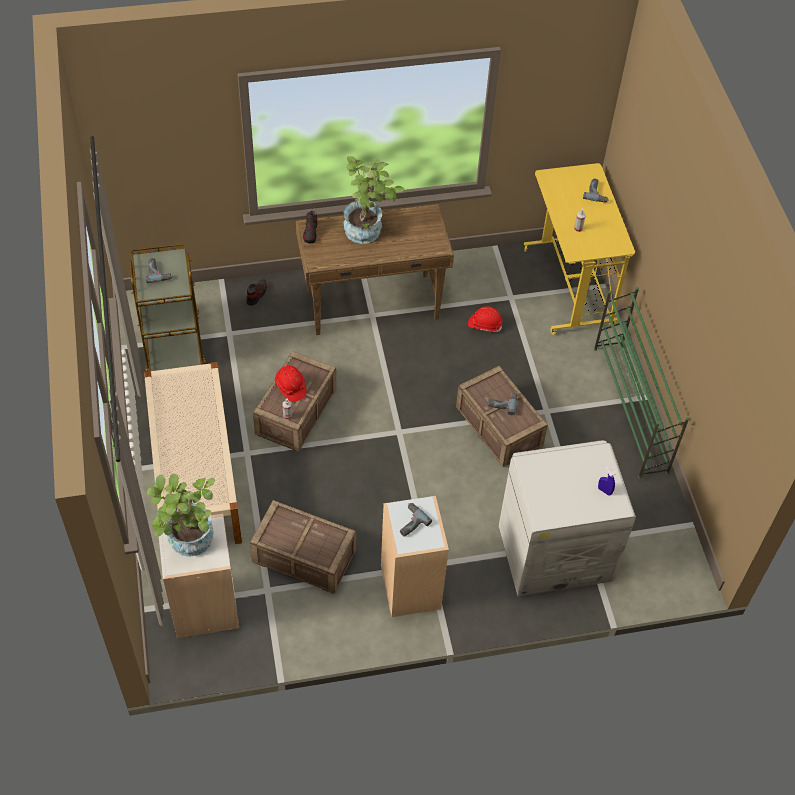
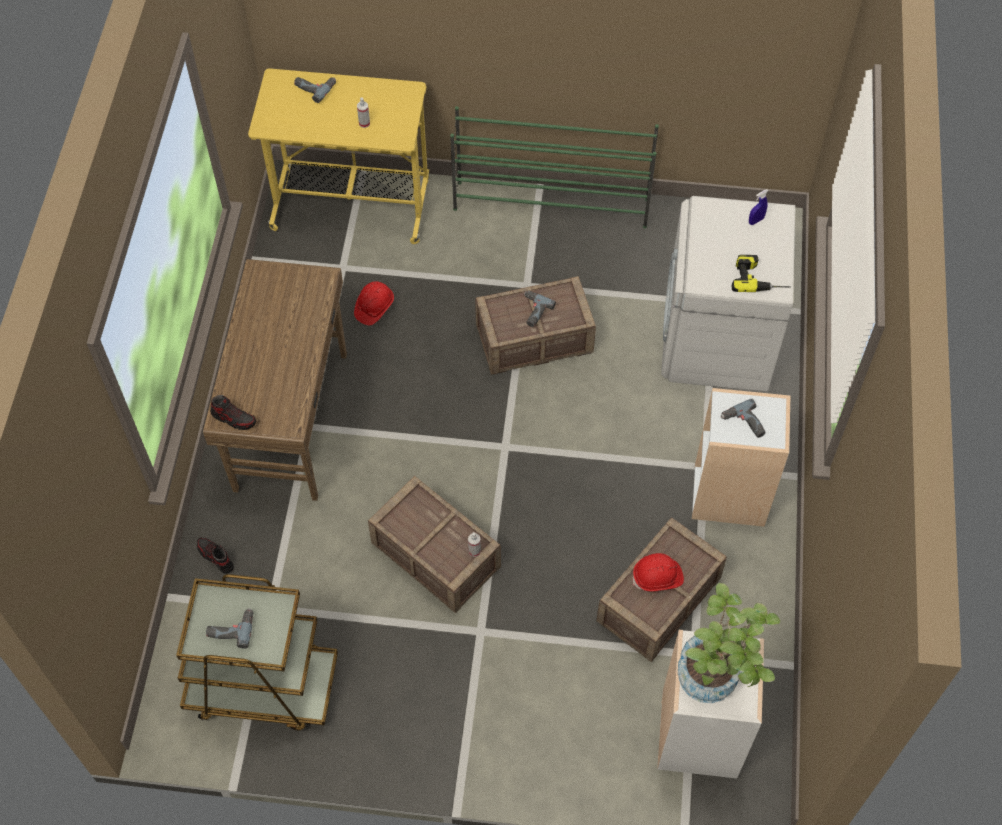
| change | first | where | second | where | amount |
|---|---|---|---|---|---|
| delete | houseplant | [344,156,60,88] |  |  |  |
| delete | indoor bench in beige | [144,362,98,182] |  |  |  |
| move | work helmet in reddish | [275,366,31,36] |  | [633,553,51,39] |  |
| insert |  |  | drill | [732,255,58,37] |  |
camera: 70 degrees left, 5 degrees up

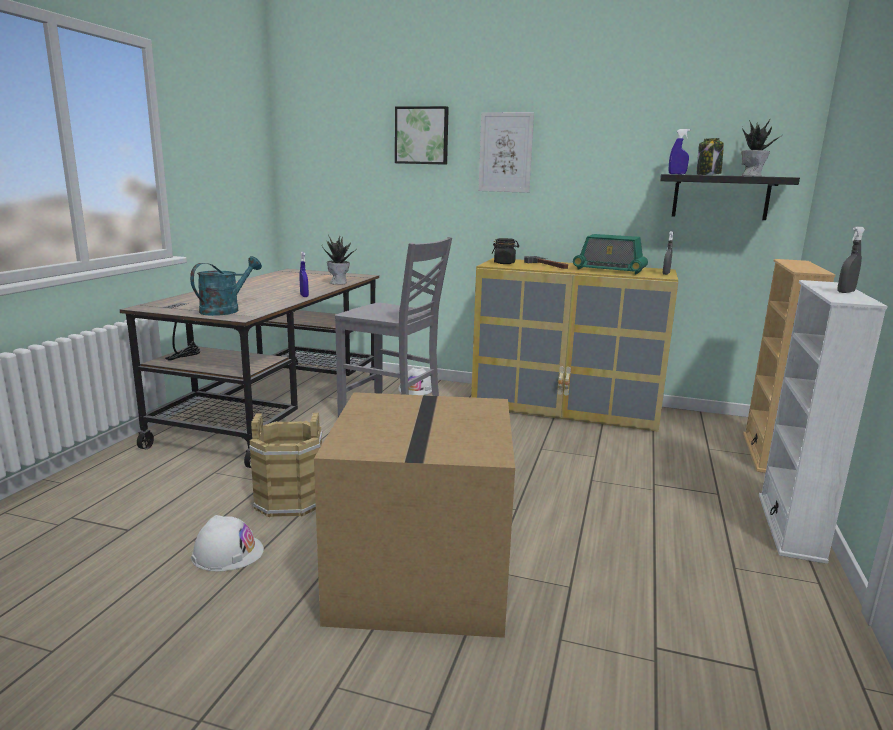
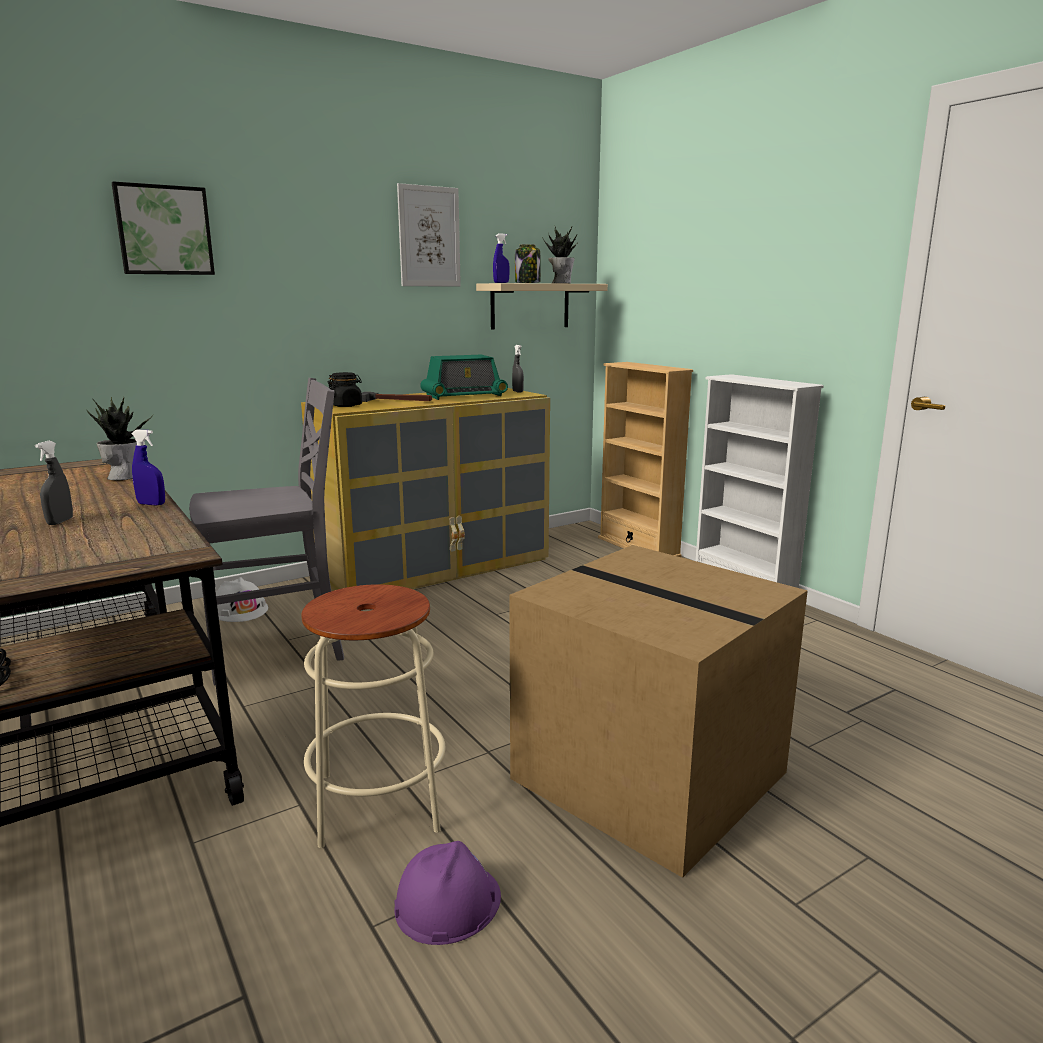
| change | first | where | second | where | amount |
|---|---|---|---|---|---|
| move | wall art | [478,112,56,81] |  | [397,183,64,103] |  |
| recolor | wall shelf in black | [660,174,140,46] | wall shelf in beige | [476,283,132,47] |  |
| move | sprayer in gray | [837,226,28,67] |  | [35,441,38,84] |  |
| delete | watering pot in turquoise | [190,256,72,60] |  |  |  |
| replace | bucket in brownish | [249,413,74,104] | sitting stool in beige | [301,584,144,264] |  |
| recolor | work helmet in white-coloured | [191,515,73,56] | work helmet in purplish | [394,841,107,104] |  |
camera: 50 degrees left, 0 degrees up

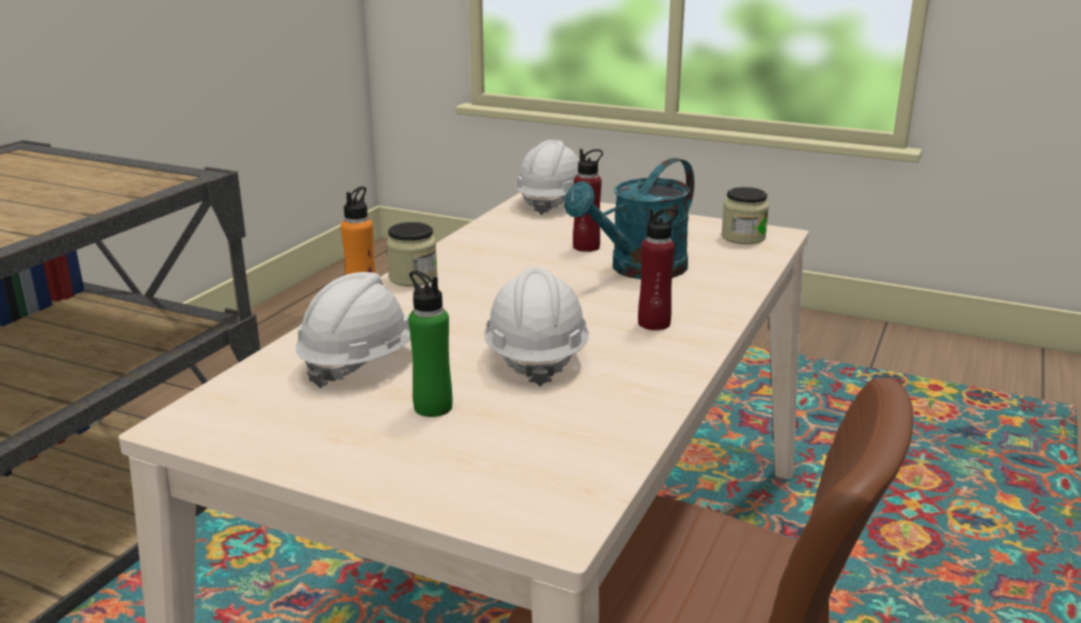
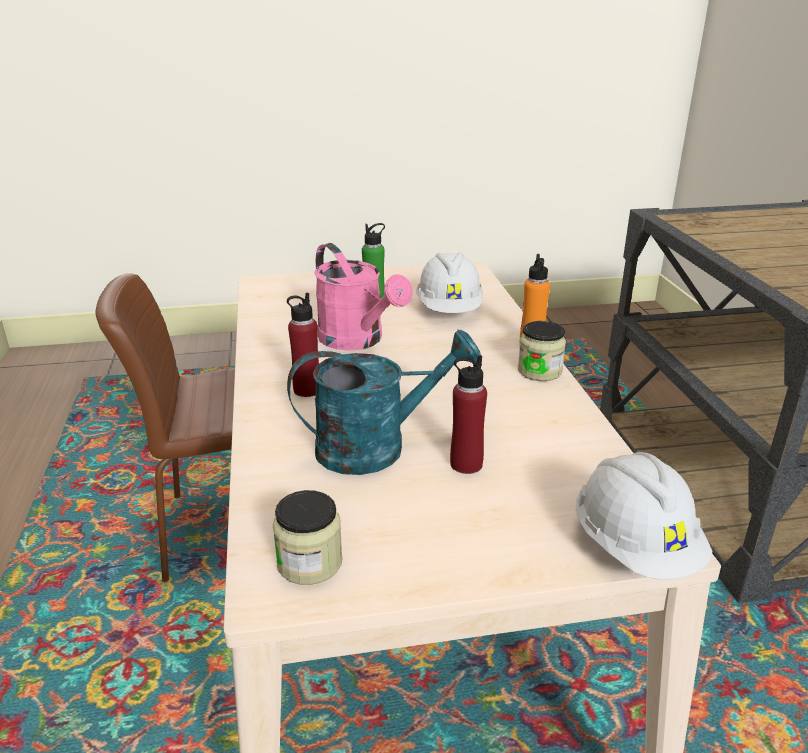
| change | first | where | second | where | amount |
|---|---|---|---|---|---|
| rotate | watering pot in turquoise | [564,158,130,121] |  | [287,330,194,145] | 60 degrees clockwise |
| replace | work helmet in white-coloured | [484,267,105,119] | watering pot in pink-coloured | [314,243,99,108] |  |
camera: 145 degrees right, 5 degrees up

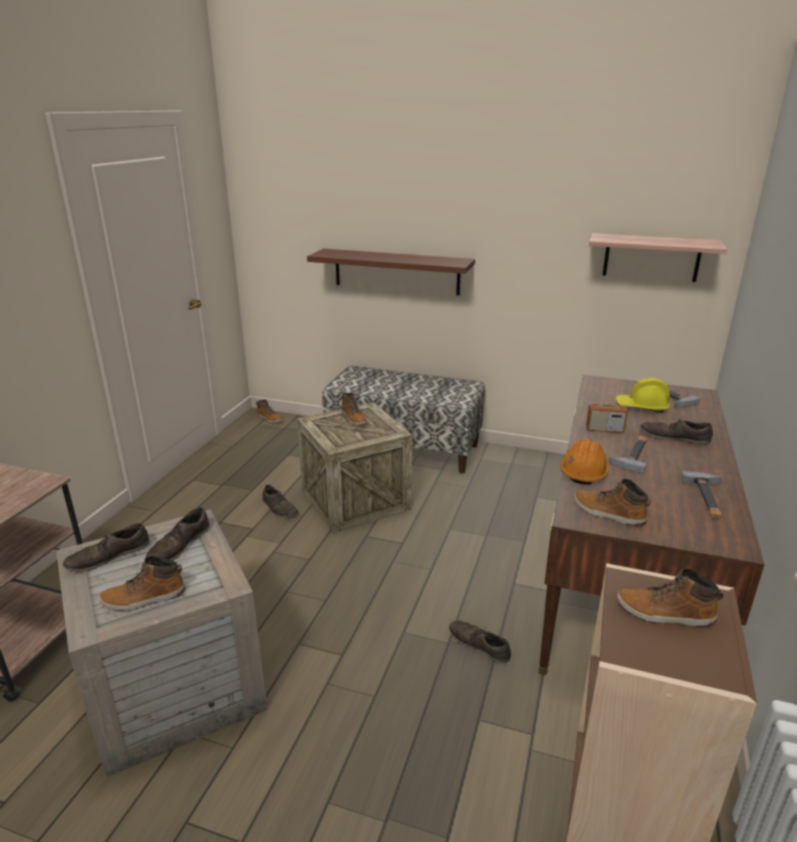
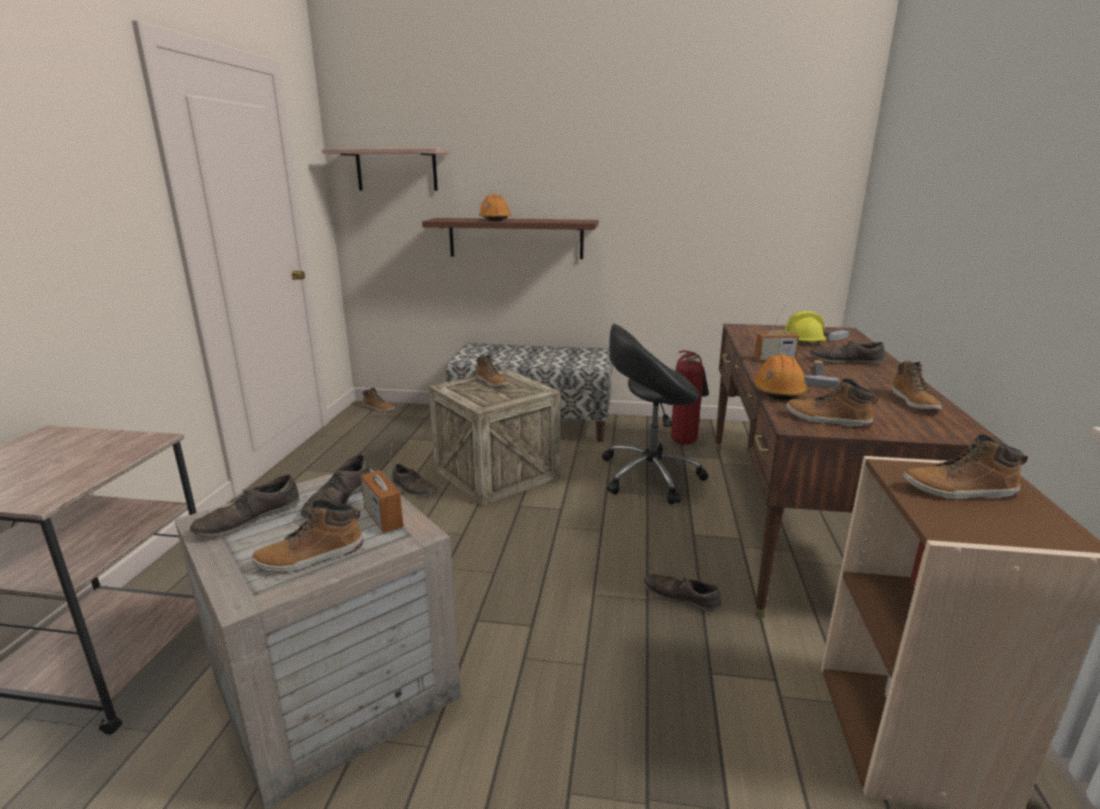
| change | first | where | second | where | amount |
|---|---|---|---|---|---|
| move | wall shelf | [589,233,138,49] |  | [322,148,127,43] |  |
| replace | tool hammer | [681,471,41,48] | tall boot | [891,361,51,49] |  |
| insert |  |  | work helmet in orange-coloured | [478,194,33,27] |  |
| insert |  |  | computer chair in black | [602,324,106,180] |  |
| insert |  |  | fire-fighting cylinder | [671,350,38,95] |  |
| insert |  |  | radio set | [360,443,43,90] |  |
camera: 10 degrees left, 5 degrees down

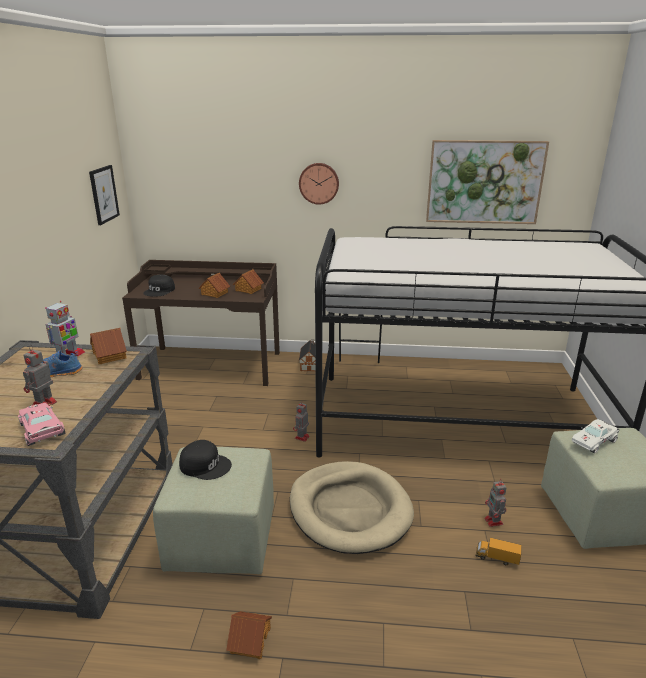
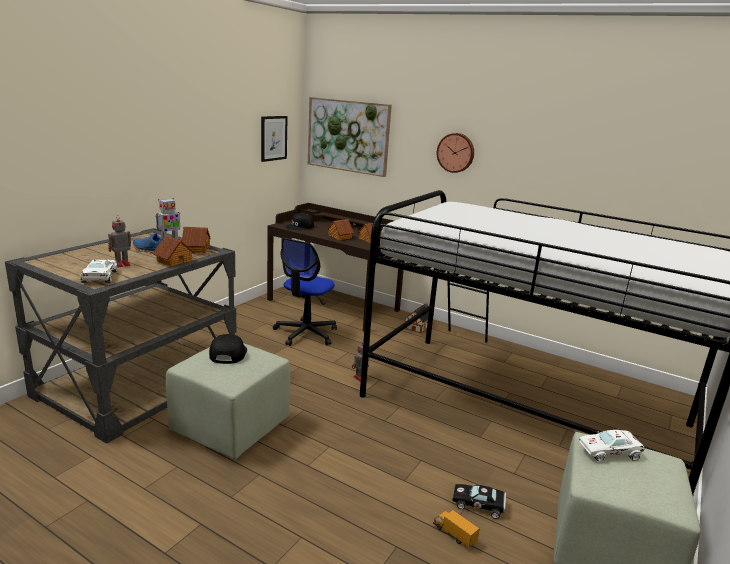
| change | first | where | second | where | amount |
|---|---|---|---|---|---|
| move | wall art | [426,140,123,84] |  | [308,97,84,80] |  |
| recolor | miniature car in pink-coloured | [18,403,48,43] | miniature car in white-coloured | [81,259,37,24] |  |
| rotate | baseball cap in black | [179,440,53,40] |  | [209,334,38,30] | 135 degrees counterclockwise |
| delete | dog cushion in beige | [290,461,124,93] |  |  |  |
| replace | model robot | [484,480,23,47] | miniature car in black | [453,484,53,35] |  |
| move | model house | [226,611,46,48] |  | [152,235,43,32] |  |
| insert |  |  | computer chair | [273,238,64,108] |  |
camera: 25 degrees right, 5 degrees down

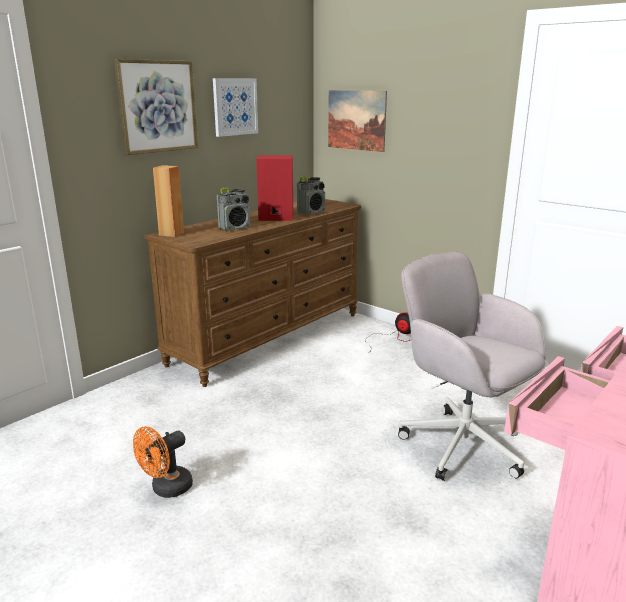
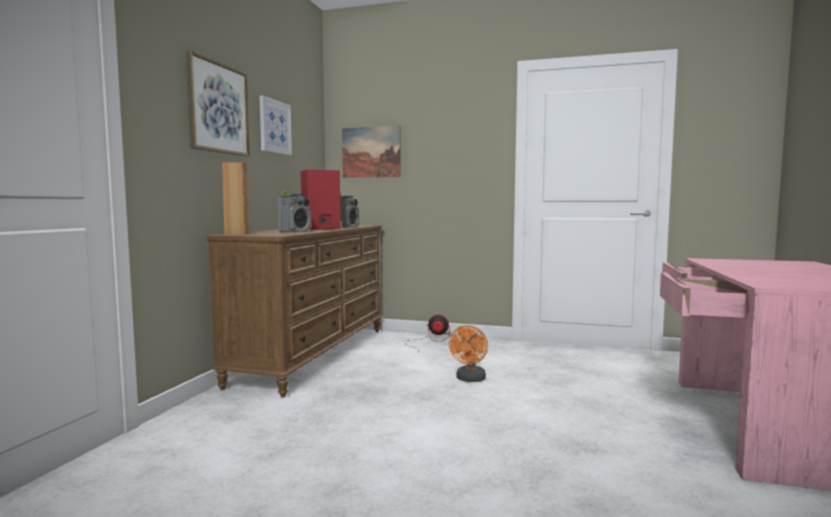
| change | first | where | second | where | amount |
|---|---|---|---|---|---|
| delete | computer chair in gray | [398,251,148,230] |  |  |  |
| move | fan in orange-coloured | [133,426,60,72] |  | [449,325,39,57] |  |
camera: 25 degrees left, 15 degrees down

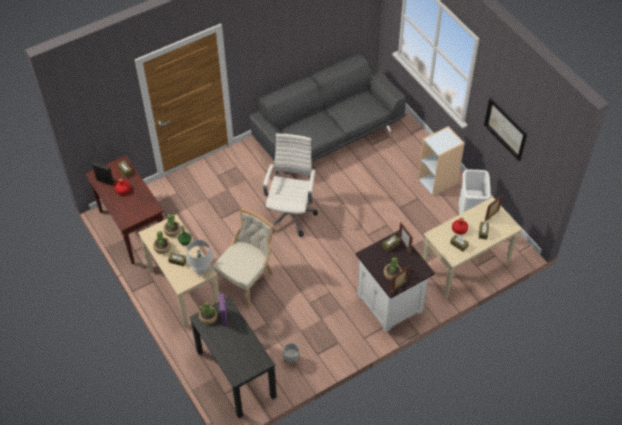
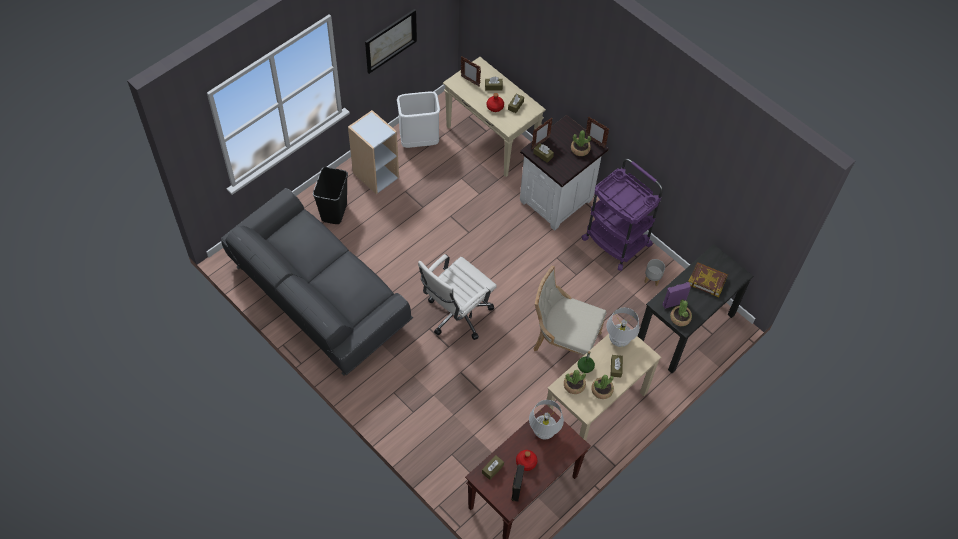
| change | first | where | second | where | amount |
|---|---|---|---|---|---|
| rotate | computer chair in white-coloured | [263,134,55,103] |  | [418,254,79,86] | 45 degrees counterclockwise |
| insert |  |  | wheeled cart in purplish | [582,159,81,112] |  |
| insert |  |  | rubbish bin in black | [313,167,35,57] |  |
| insert |  |  | bound book | [688,262,40,35] |  |
| insert |  |  | lamp for a table in white-coloured | [529,400,35,39] |  |
camera: 105 degrees left, 5 degrees up

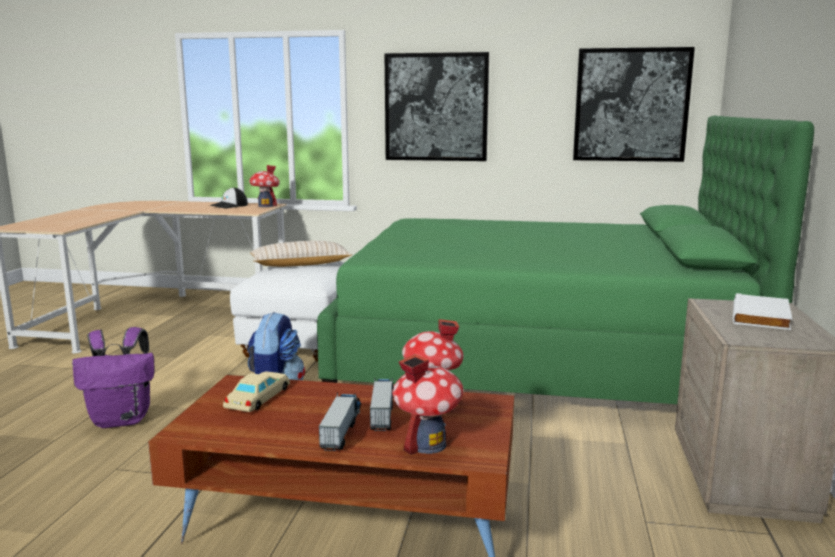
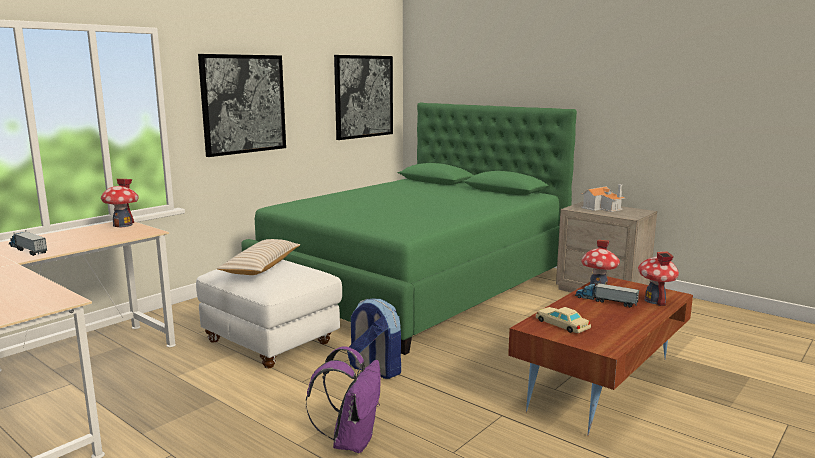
| change | first | where | second | where | amount |
|---|---|---|---|---|---|
| delete | baseball cap | [210,187,38,22] |  |  |  |
| replace | bound book in white-coloured | [733,293,59,37] | model house | [581,184,44,28] |  |
| move | model truck | [318,393,43,58] |  | [9,231,38,25] |  |
camera: 60 degrees left, 0 degrees up

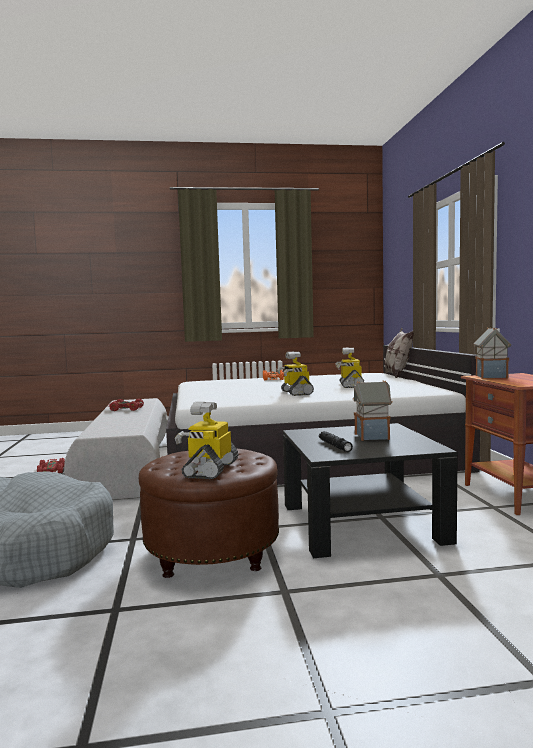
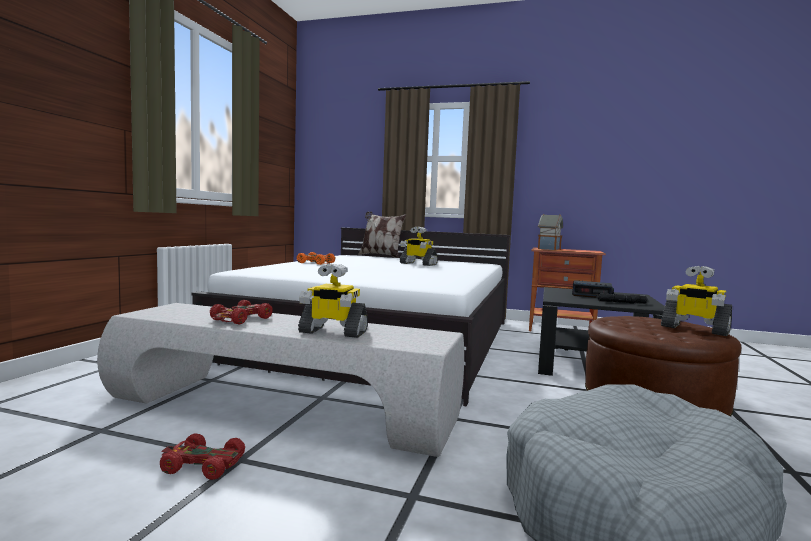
| change | first | where | second | where | amount |
|---|---|---|---|---|---|
| move | model robot | [277,352,37,44] |  | [298,264,70,74] |  |
| replace | model house | [353,380,40,61] | alarm clock | [572,280,42,18] |  |
camera: 65 degrees left, 0 degrees up

